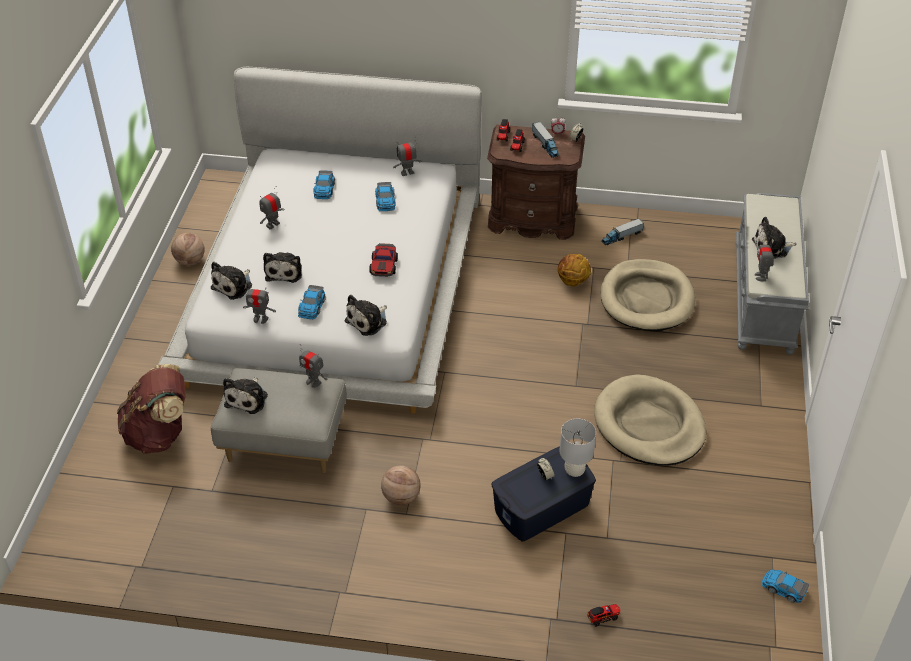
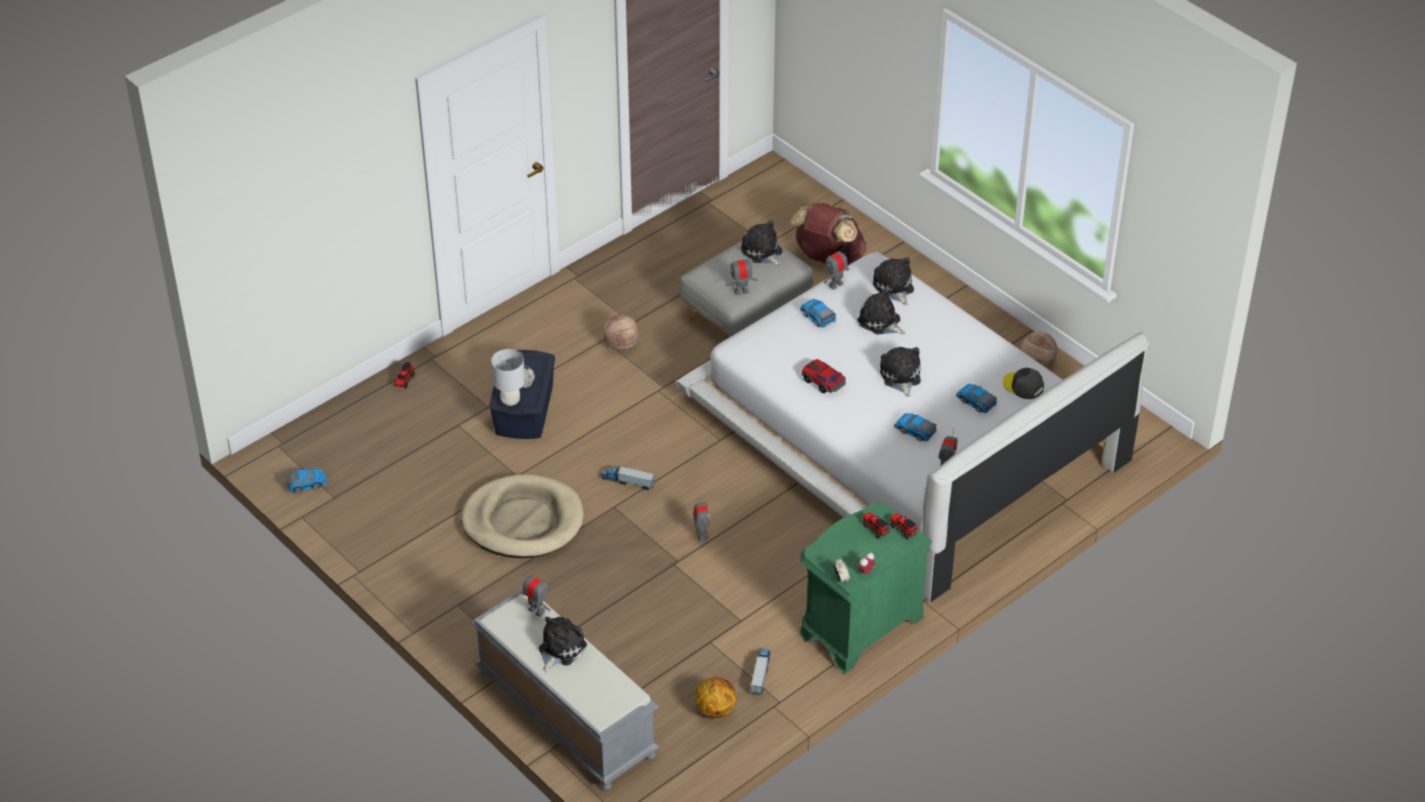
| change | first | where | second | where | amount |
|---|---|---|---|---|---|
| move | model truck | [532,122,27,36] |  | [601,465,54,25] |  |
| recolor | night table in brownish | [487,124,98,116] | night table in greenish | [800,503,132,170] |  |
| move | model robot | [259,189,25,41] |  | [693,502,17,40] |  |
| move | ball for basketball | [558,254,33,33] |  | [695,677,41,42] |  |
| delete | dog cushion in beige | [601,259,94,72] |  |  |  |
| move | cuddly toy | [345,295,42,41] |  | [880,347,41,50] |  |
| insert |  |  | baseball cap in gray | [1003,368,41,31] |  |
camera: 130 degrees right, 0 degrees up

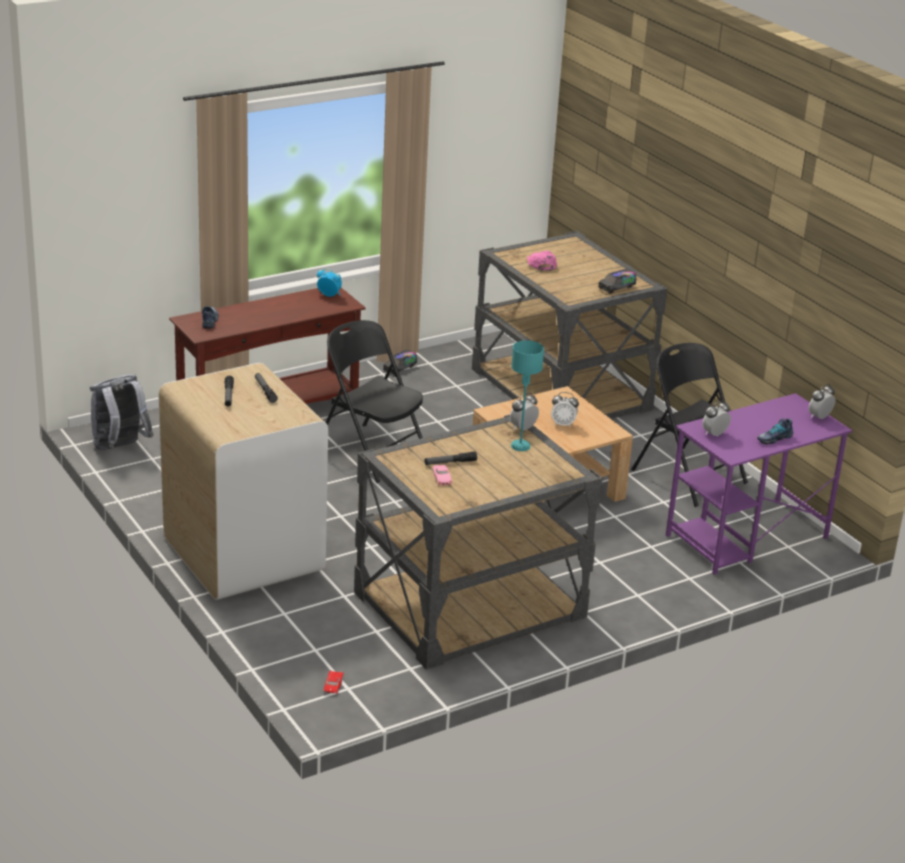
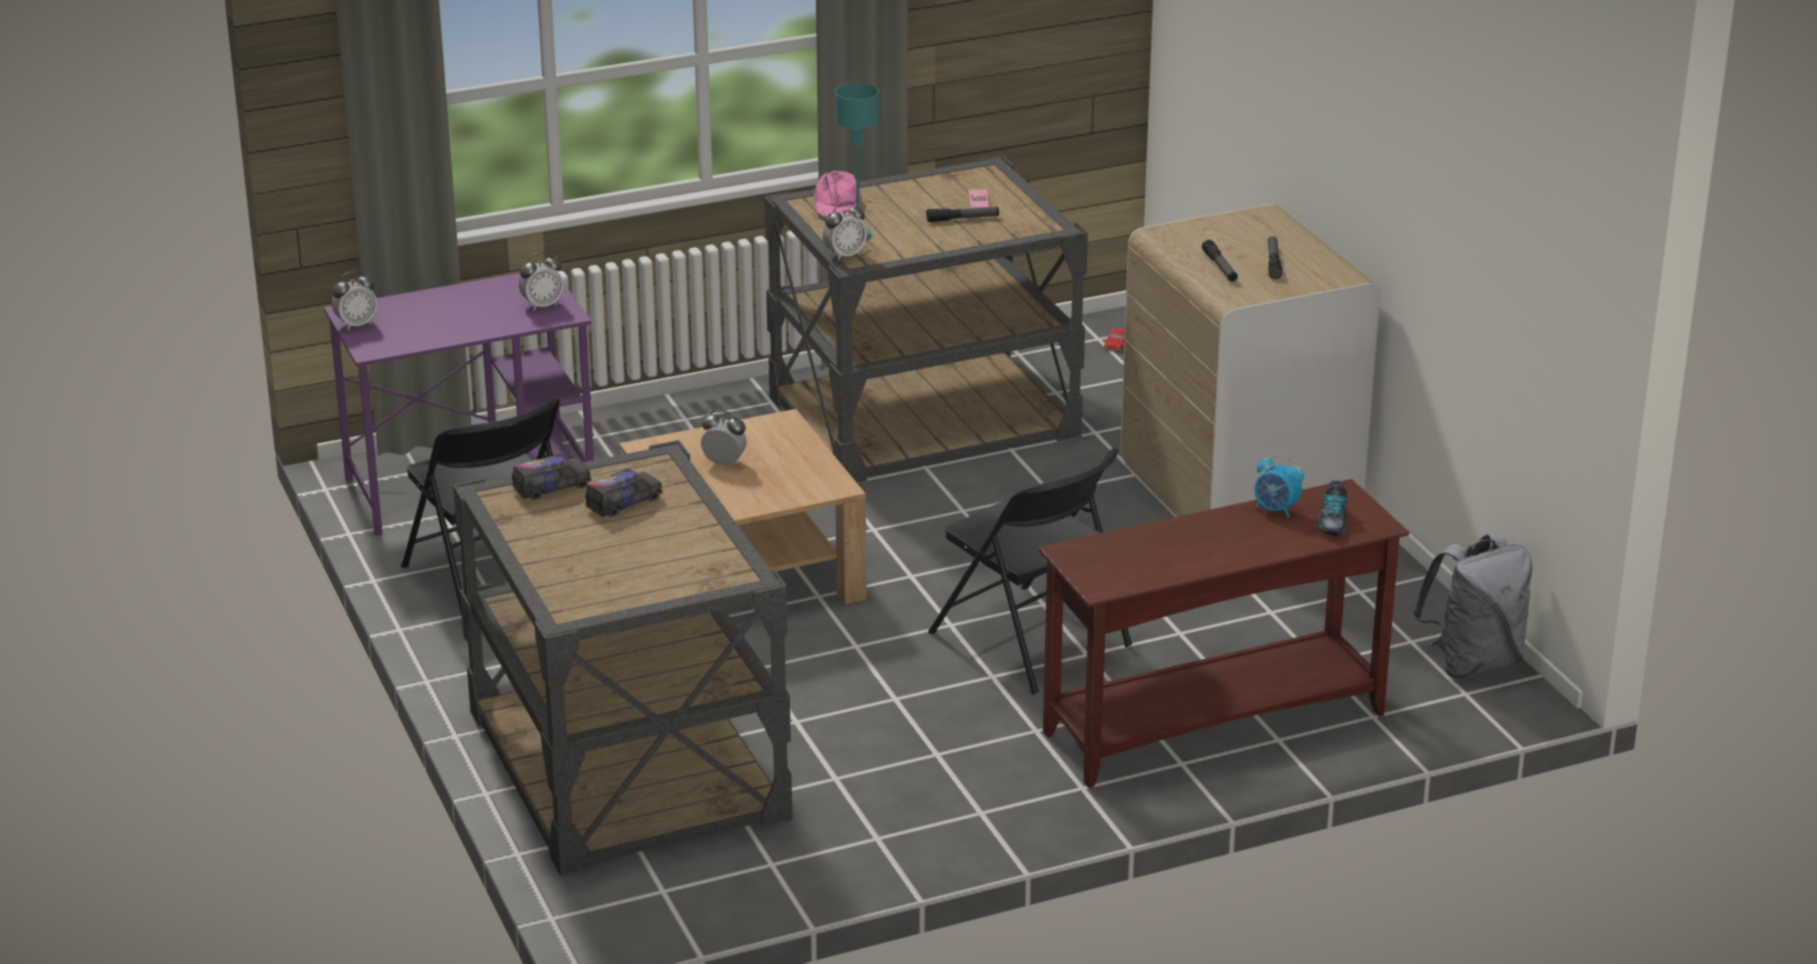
| change | first | where | second | where | amount |
|---|---|---|---|---|---|
| move | baseball cap in pink-coloured | [527,251,30,20] |  | [814,169,48,48] |  |
| move | alarm clock | [317,269,25,28] |  | [1255,454,49,64] |  |
| move | model truck | [383,349,34,24] |  | [585,469,78,48] |  |
| delete | low shoe | [757,418,36,26] |  |  |  |
camera: 170 degrees left, 0 degrees up

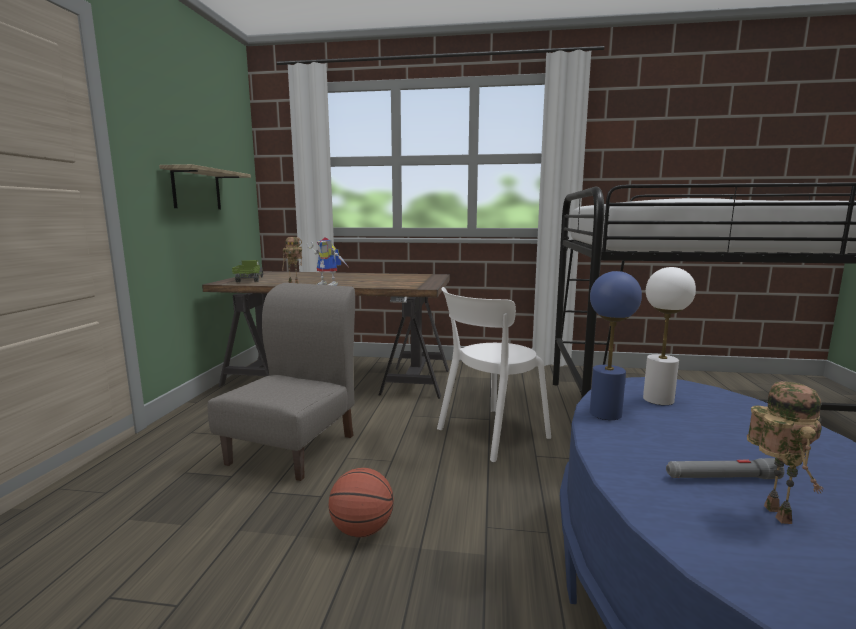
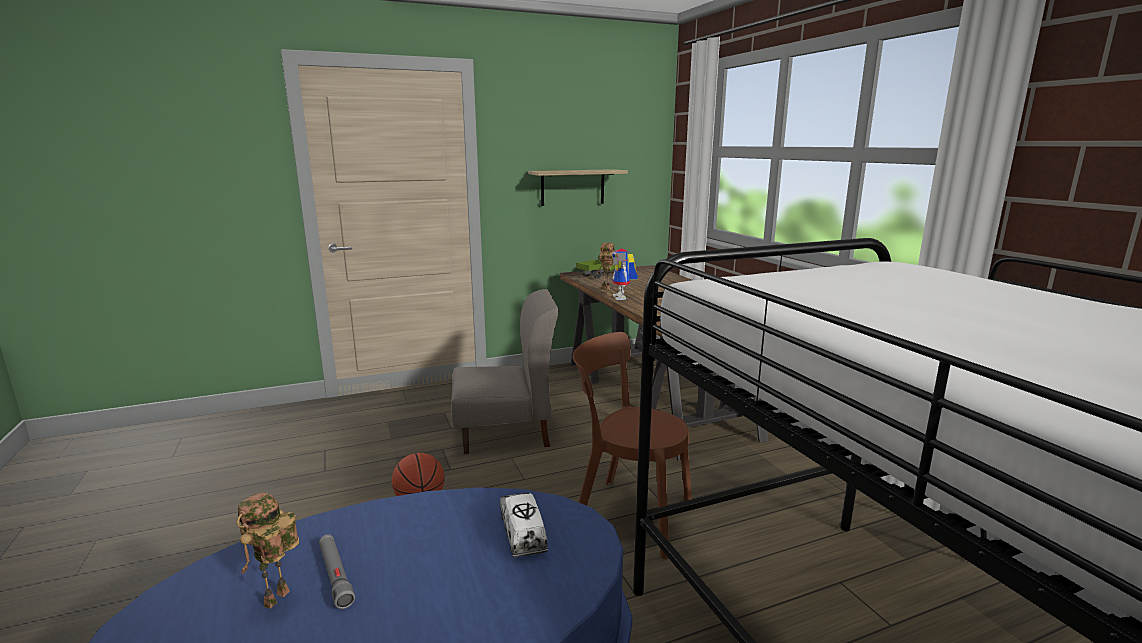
| change | first | where | second | where | amount |
|---|---|---|---|---|---|
| replace | lamp for a table in white-coloured | [643,267,53,138] | model truck | [500,493,48,65] |  |
| delete | lamp for a table in bluish | [590,271,52,149] |  |  |  |
| recolor | plain chair in white-coloured | [437,287,114,175] | plain chair in brownish | [573,332,119,227] |  |
| rotate | model robot | [747,381,77,143] |  | [237,493,62,116] | 135 degrees clockwise |
camera: 60 degrees right, 5 degrees up

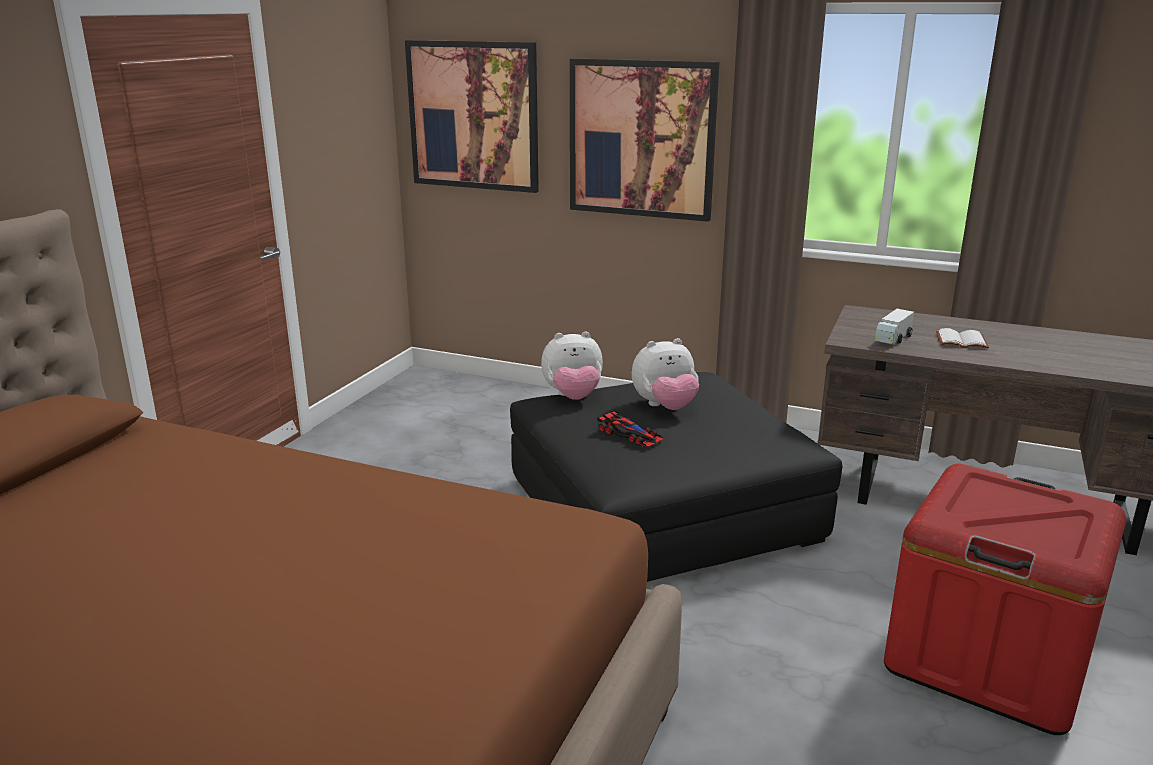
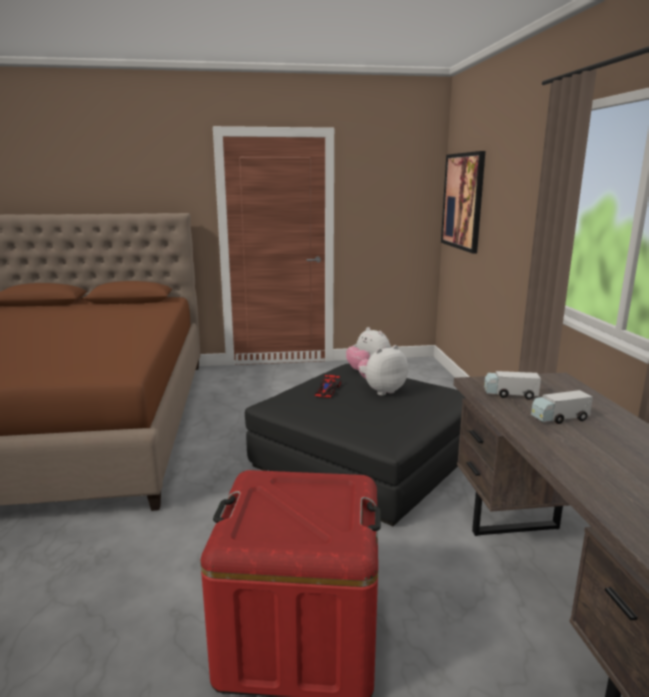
| change | first | where | second | where | amount |
|---|---|---|---|---|---|
| delete | wall art | [570,59,149,163] |  |  |  |
| replace | bound book in white-coloured | [936,328,53,20] | model truck | [531,390,62,34] |  |
| rotate | cuddly toy | [632,338,67,72] |  | [358,345,50,51] | 105 degrees clockwise |
camera: 60 degrees right, 5 degrees down

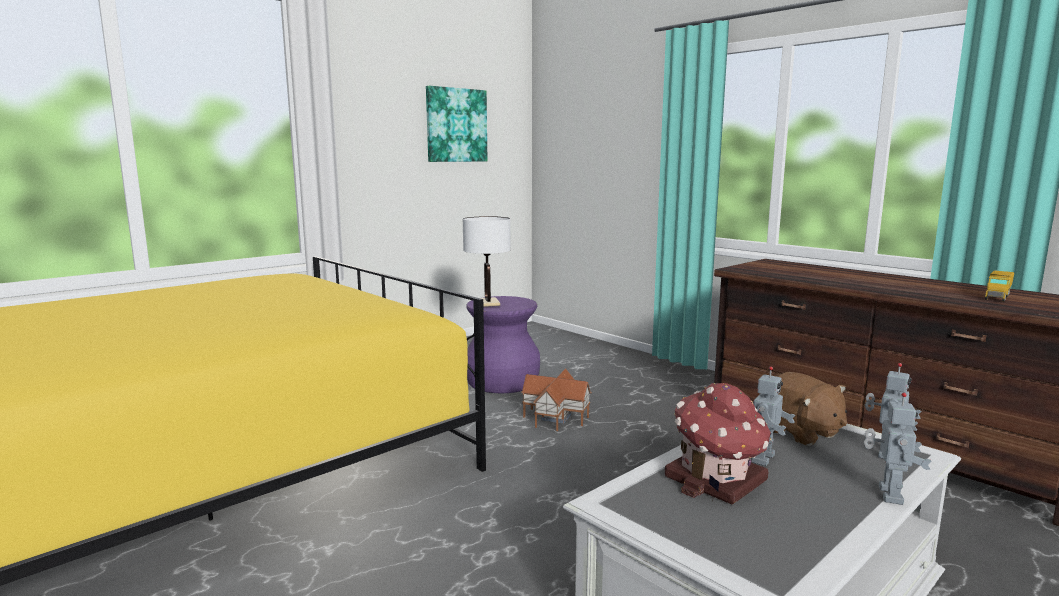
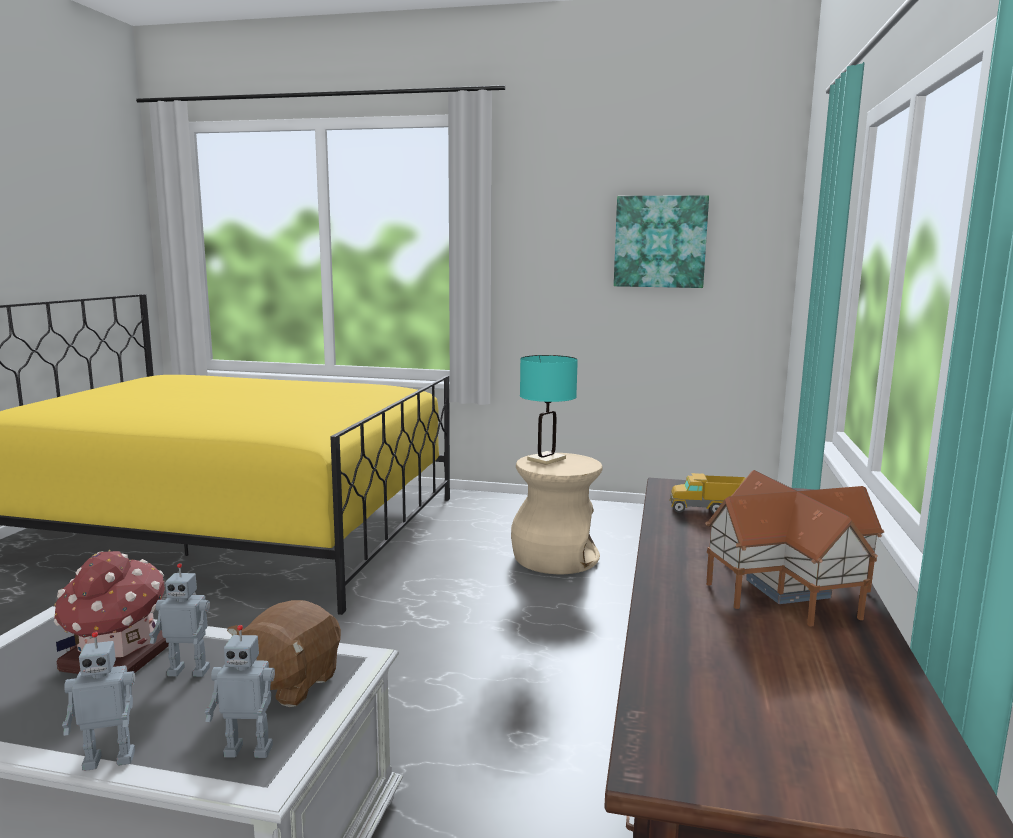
| change | first | where | second | where | amount |
|---|---|---|---|---|---|
| recolor | lamp for a table in white-coloured | [463,216,48,91] | lamp for a table in turquoise | [520,355,58,110] |  |
| move | model truck | [985,270,29,32] |  | [669,473,77,41] |  |
| recolor | sitting stool in purplish | [466,296,74,97] | sitting stool in beige | [511,453,92,121] |  |
| move | model house | [521,369,71,62] |  | [705,470,179,157] |  |
camera: 55 degrees right, 0 degrees up

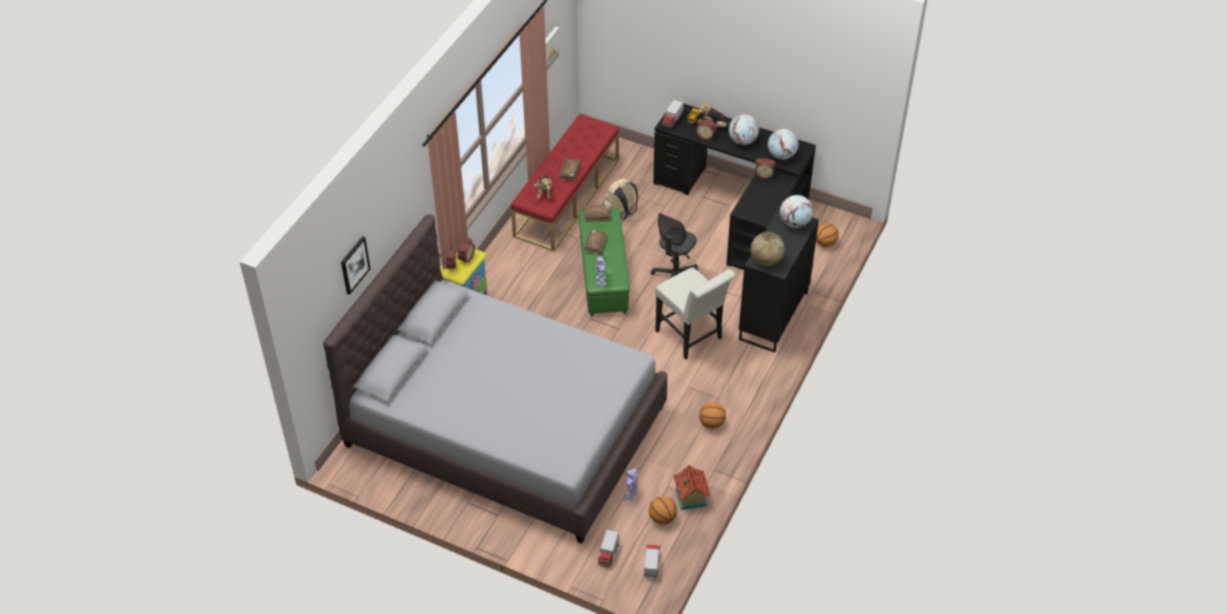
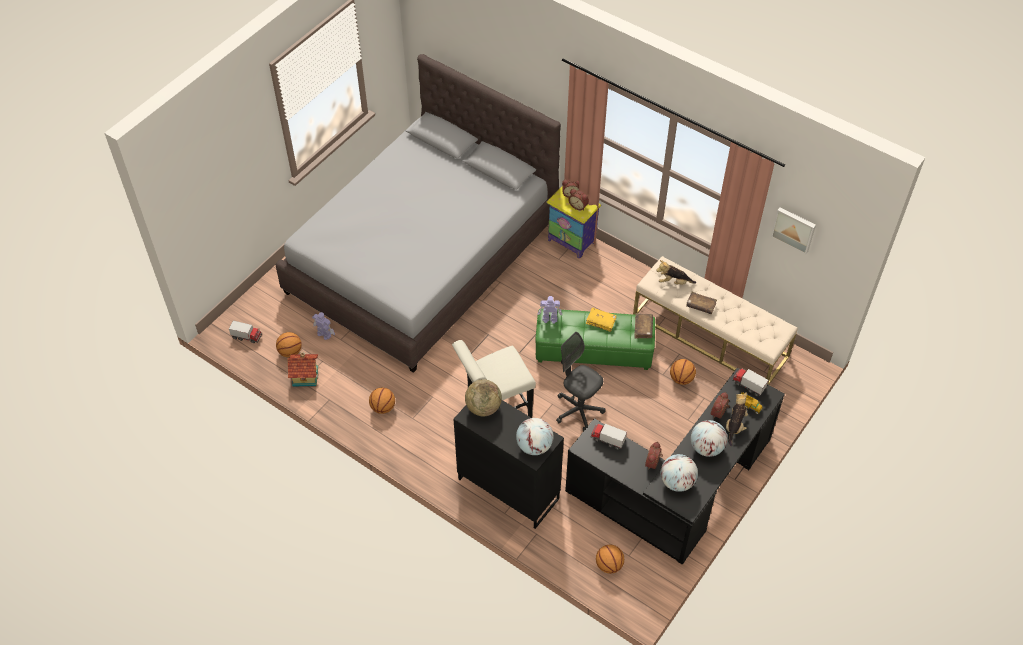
| change | first | where | second | where | amount |
|---|---|---|---|---|---|
| recolor | indoor bench in reddish | [511,114,108,137] | indoor bench in beige | [633,256,165,129] |  |
| replace | rucksack in beige | [604,178,34,41] | ball for basketball | [670,359,26,26] |  |
| recolor | bound book in brownish | [584,230,23,25] | bound book in yellow-coloured | [586,307,31,25] |  |
| delete | wall art | [341,236,29,59] |  |  |  |
| move | model truck | [598,530,21,38] |  | [591,423,36,27] |  |
camera: 100 degrees right, 5 degrees up

